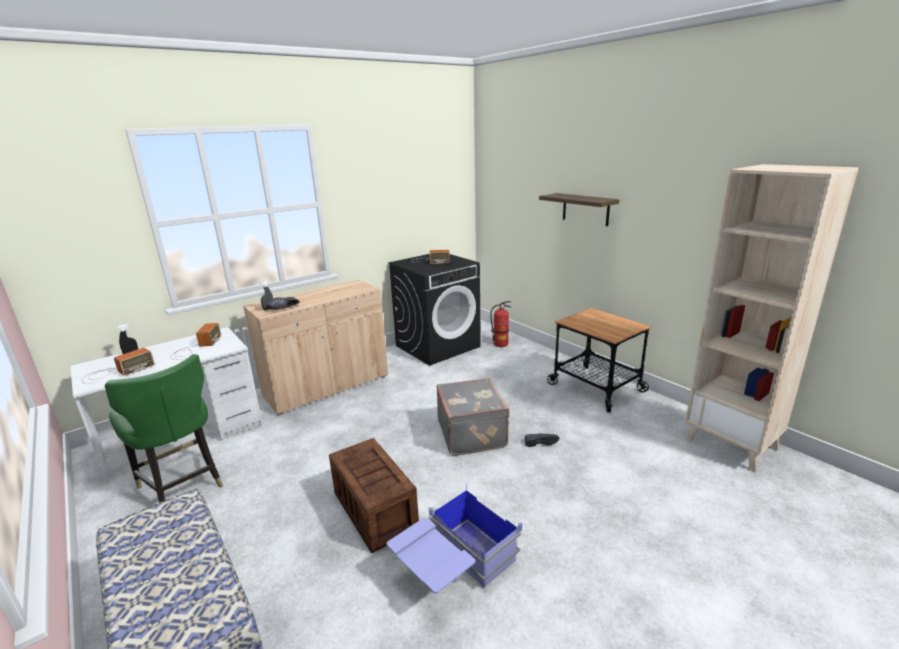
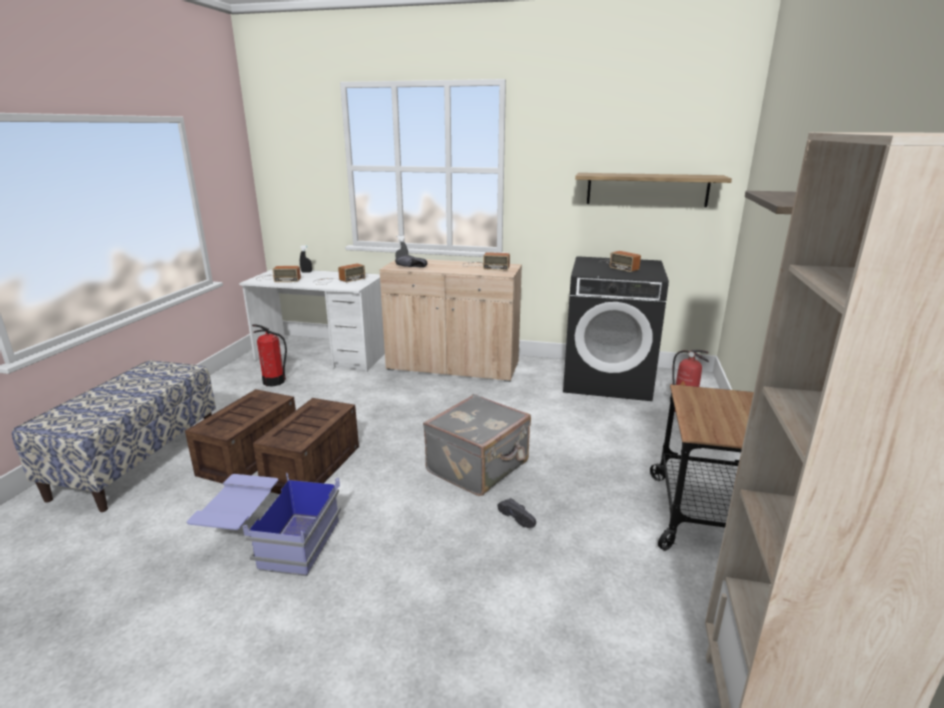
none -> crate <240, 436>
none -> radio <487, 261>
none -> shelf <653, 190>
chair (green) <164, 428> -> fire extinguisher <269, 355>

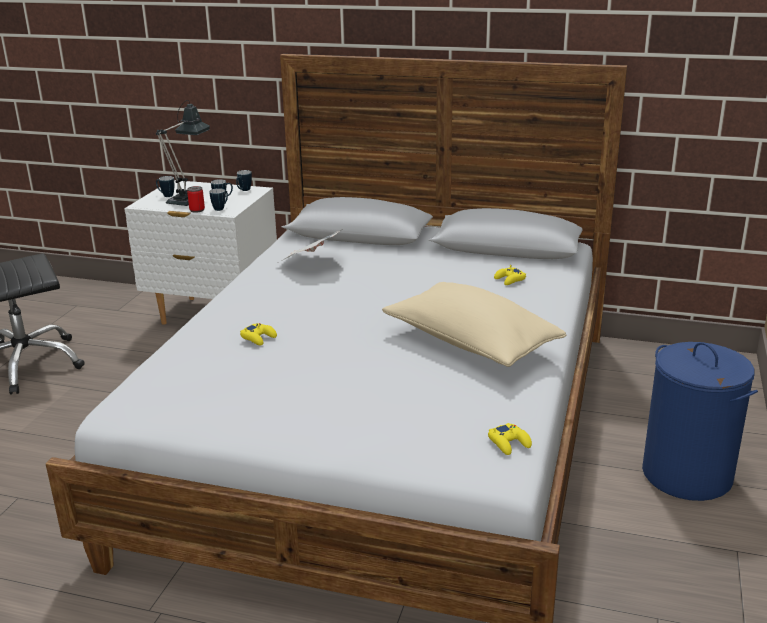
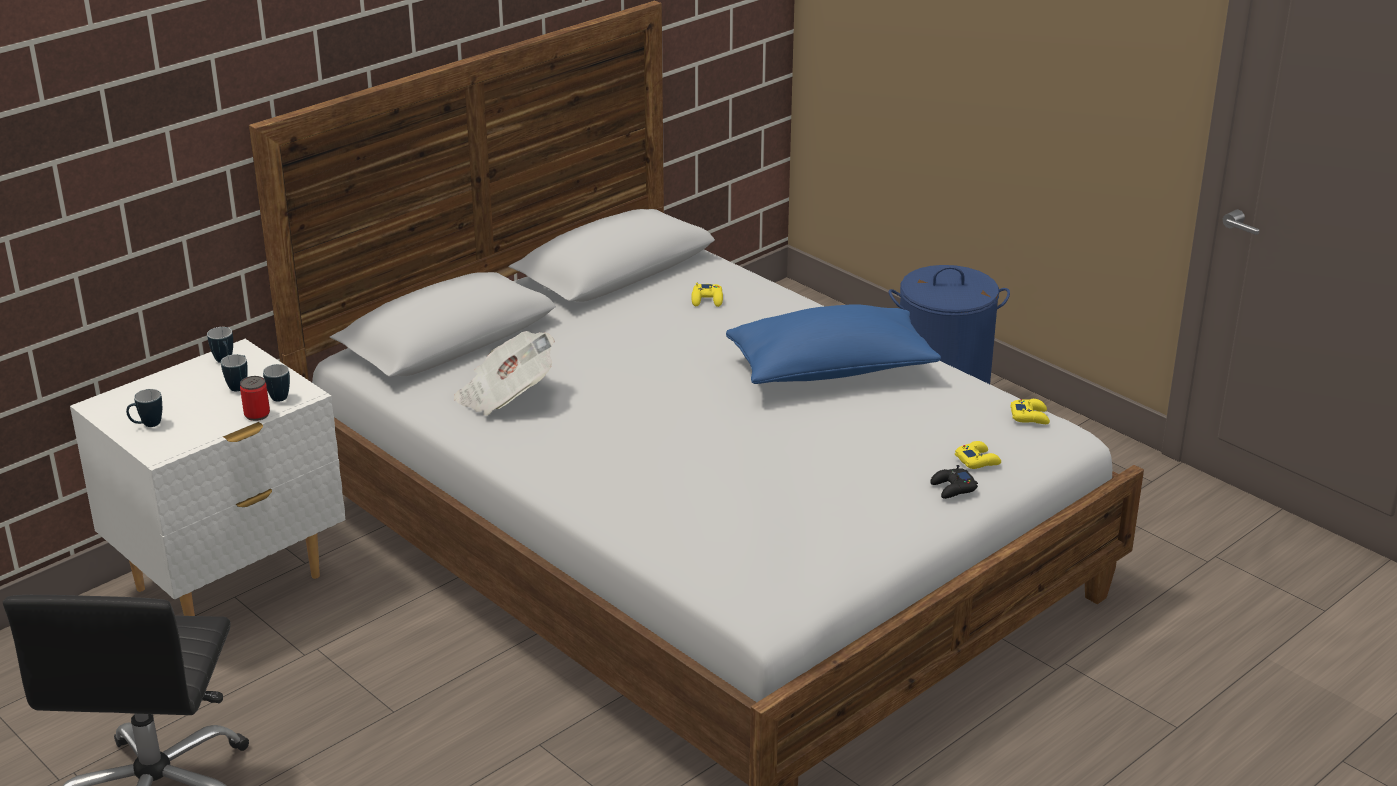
table lamp <183, 153> -> none
none -> game controller (black) <954, 482>
game controller (yellow) <258, 334> -> game controller (yellow) <978, 455>, moved
pillow (beige) <474, 324> -> pillow (blue) <833, 344>

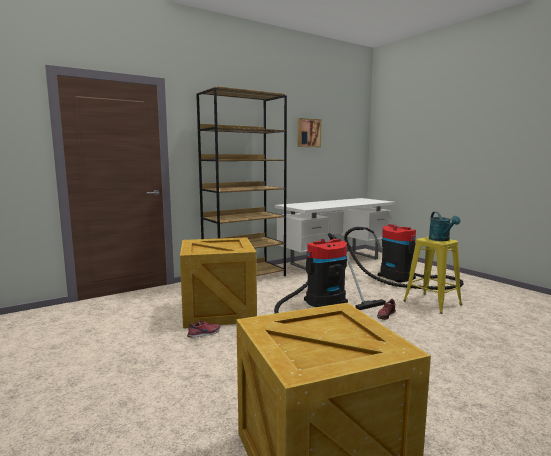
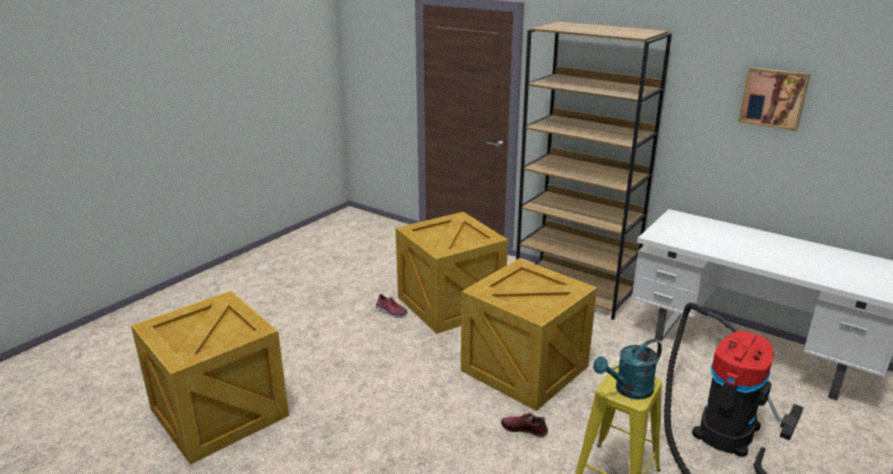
vacuum cleaner <330, 273> -> crate <529, 335>

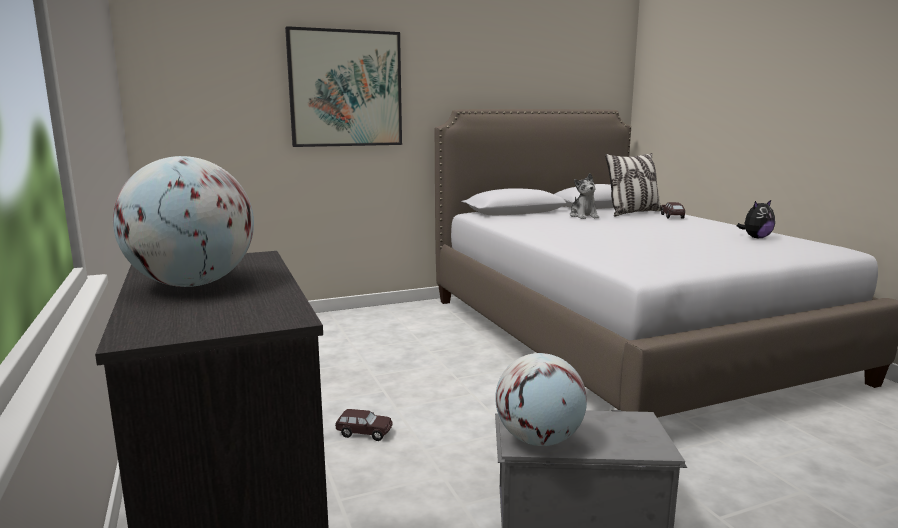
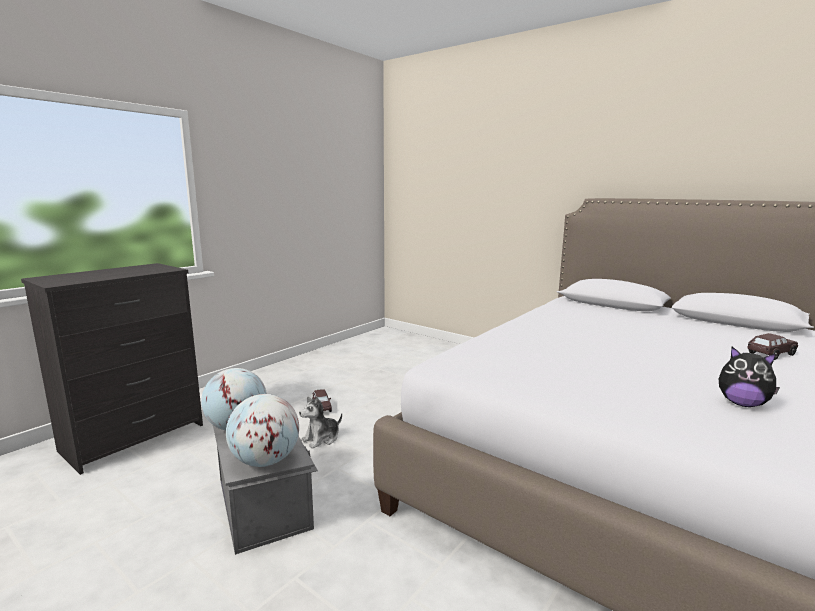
picture <343, 86> -> none
pillow <633, 184> -> none
globe <183, 221> -> globe <262, 430>, moved
plush toy <584, 196> -> plush toy <320, 422>, moved

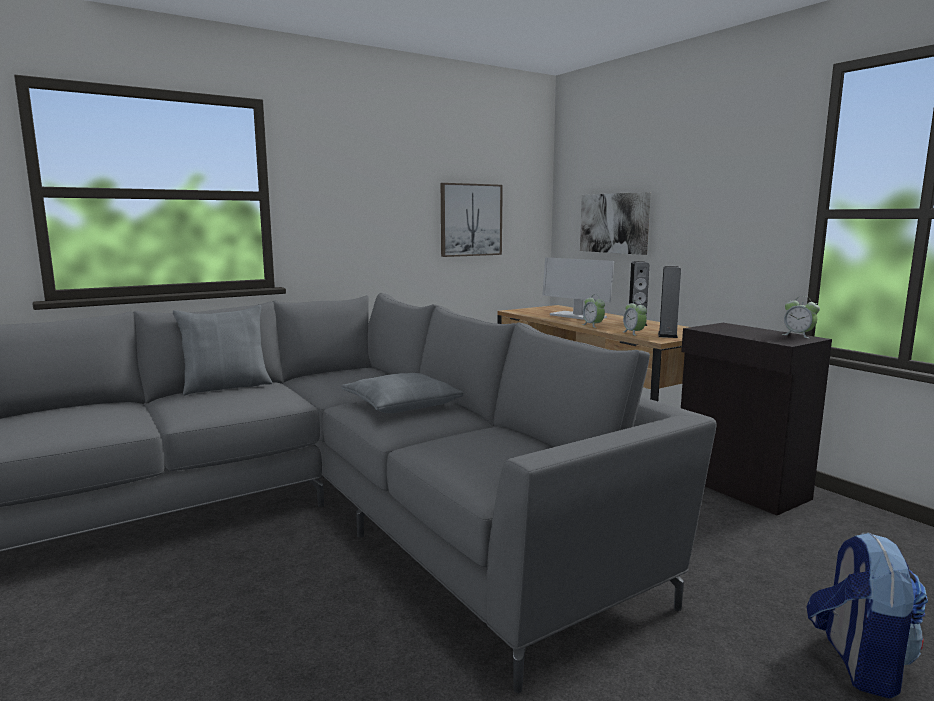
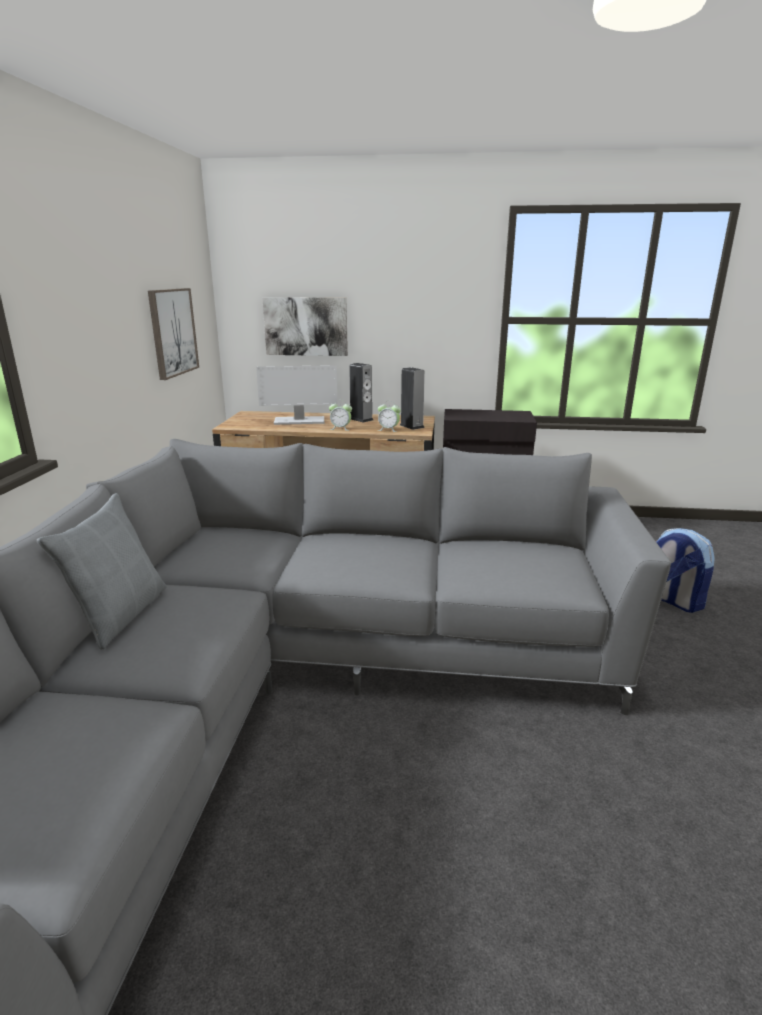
pillow (grey) <402, 393> -> none
alarm clock <801, 317> -> none

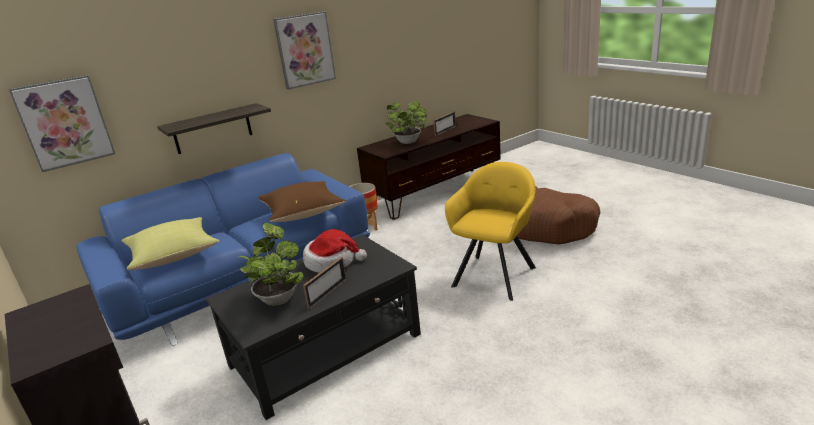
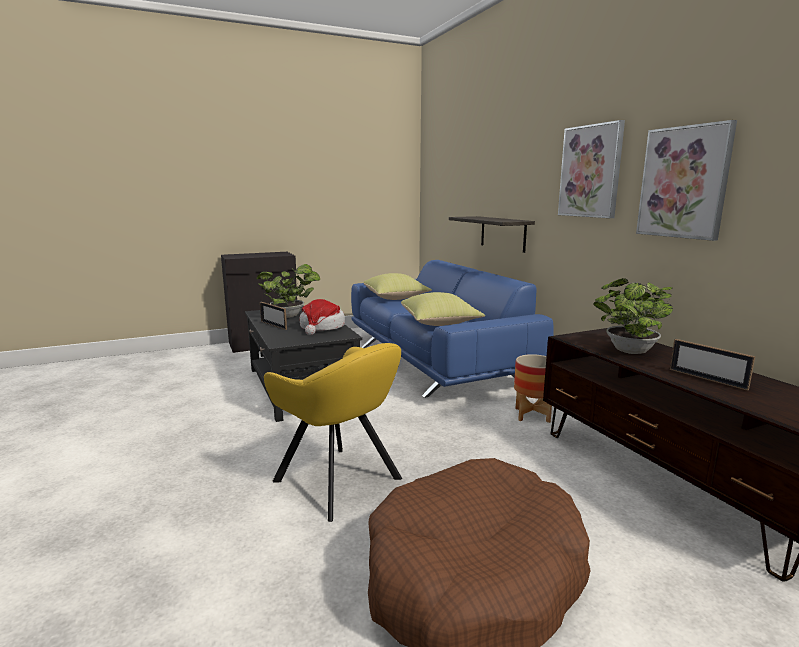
picture <62, 123> -> picture <686, 180>, moved
pillow (brown) <302, 201> -> pillow (yellow) <443, 309>

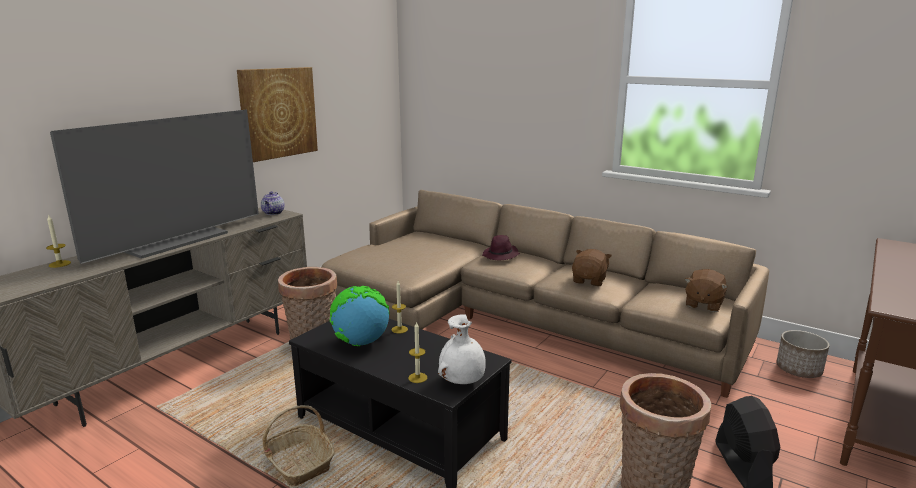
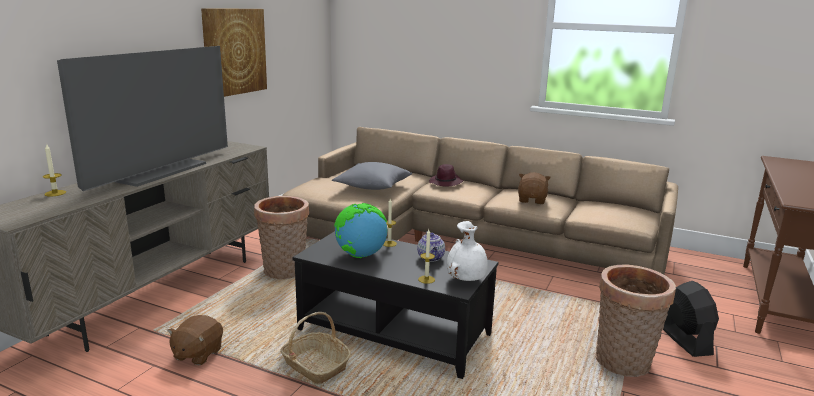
planter <803, 354> -> none
none -> pillow (grey) <372, 176>
teapot <273, 203> -> teapot <431, 247>, moved
plush toy (brown) <706, 290> -> plush toy (brown) <195, 340>, moved

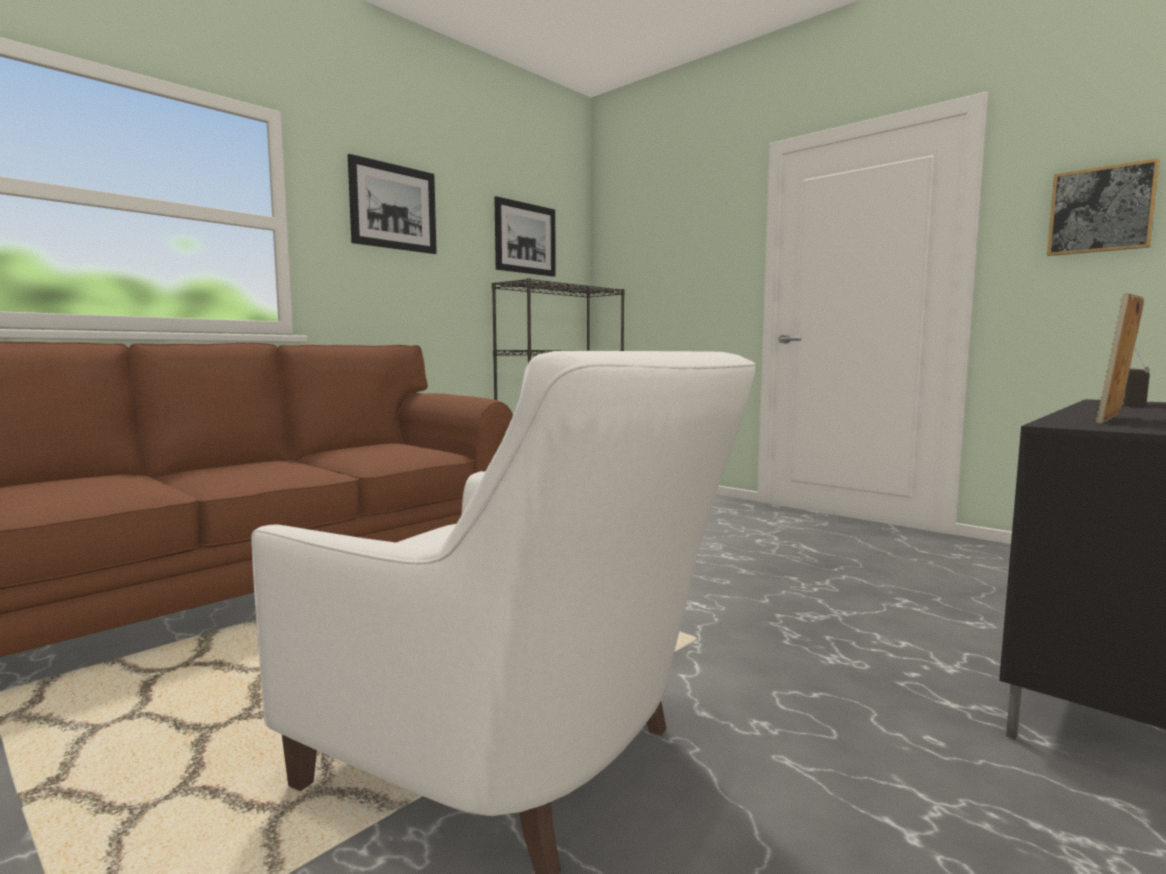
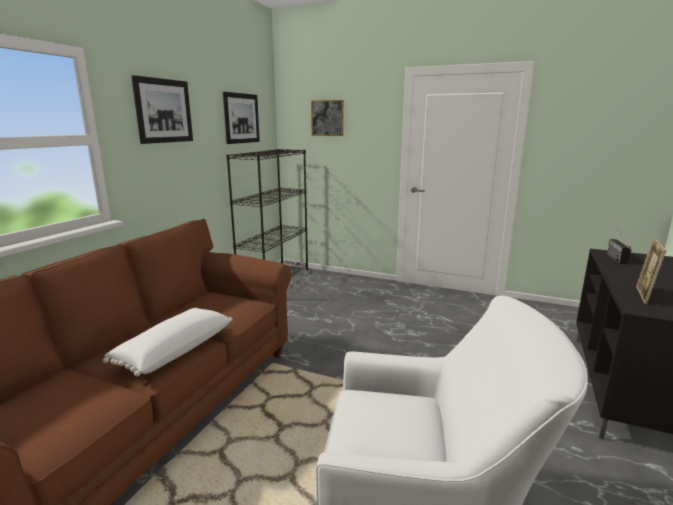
none -> pillow (white) <168, 342>
picture <1103, 207> -> picture <327, 118>, moved

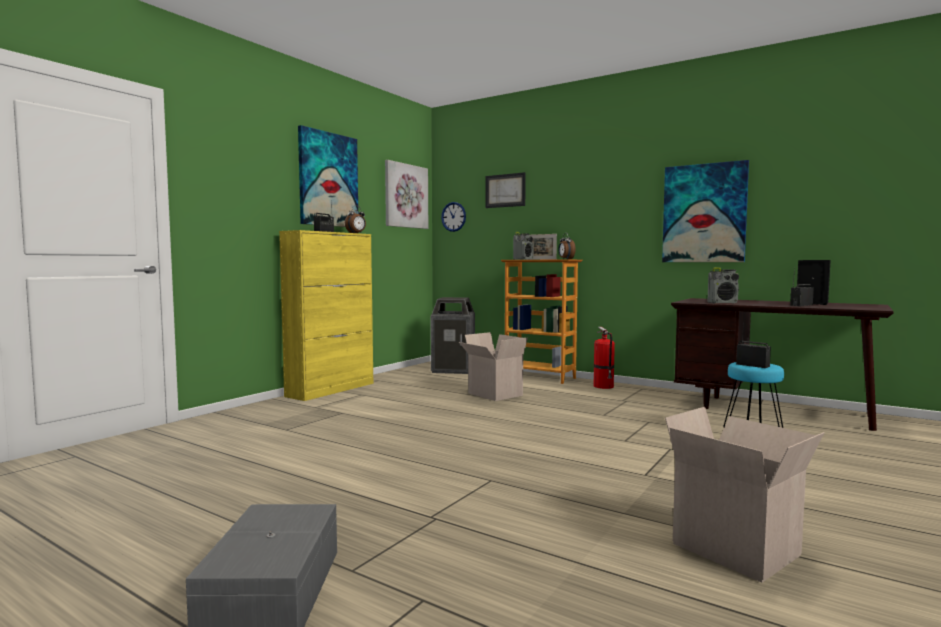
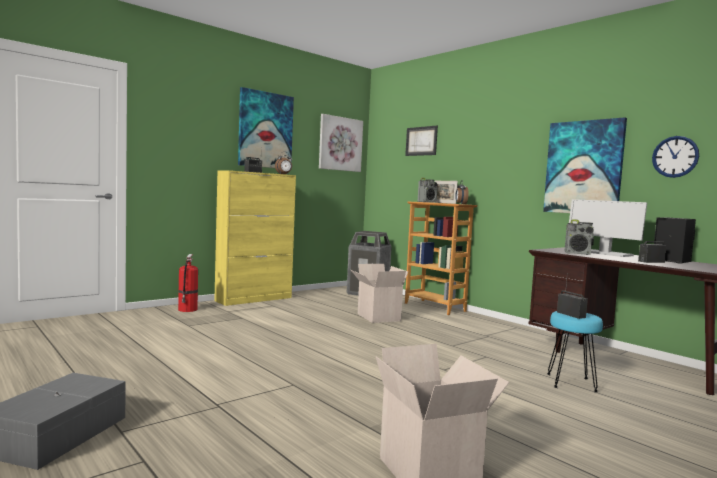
none -> monitor <608, 228>
wall clock <453, 217> -> wall clock <675, 157>, moved
fire extinguisher <604, 358> -> fire extinguisher <188, 283>, moved

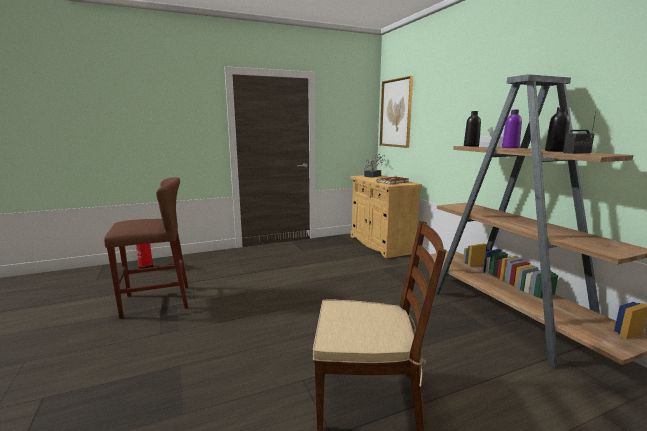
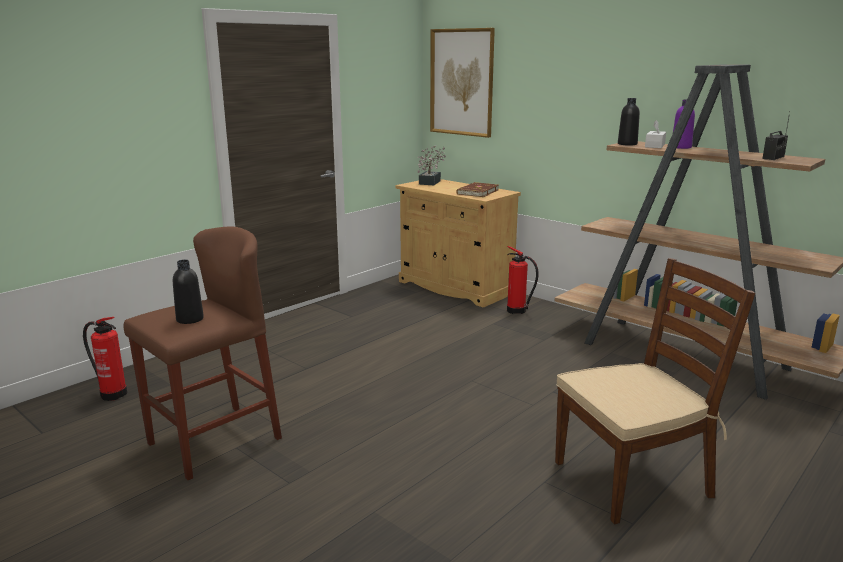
none -> fire extinguisher <523, 280>
bottle (black) <557, 129> -> bottle (black) <188, 292>, moved

